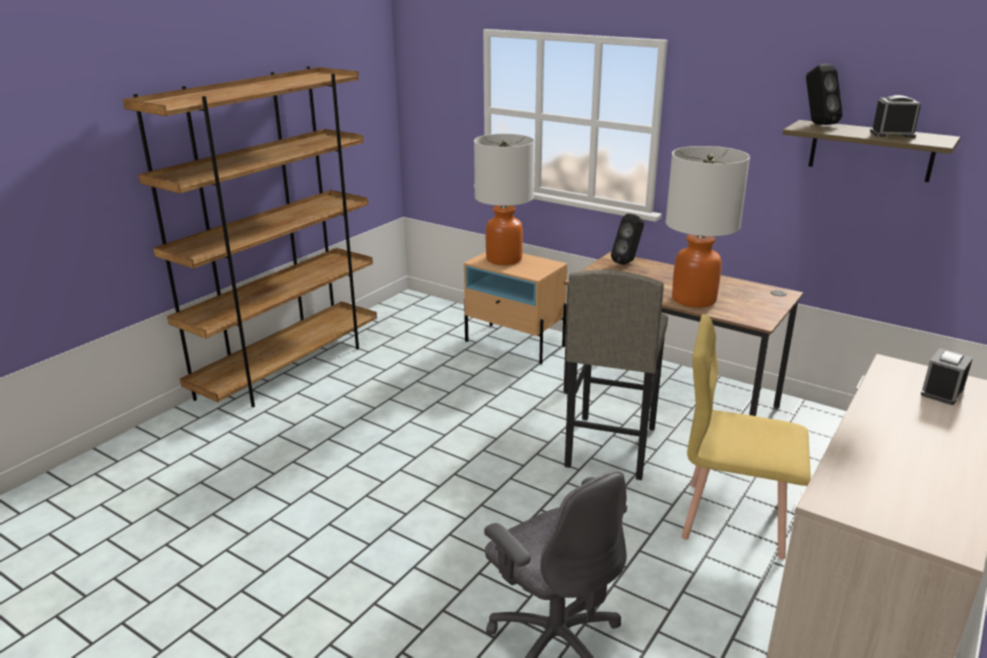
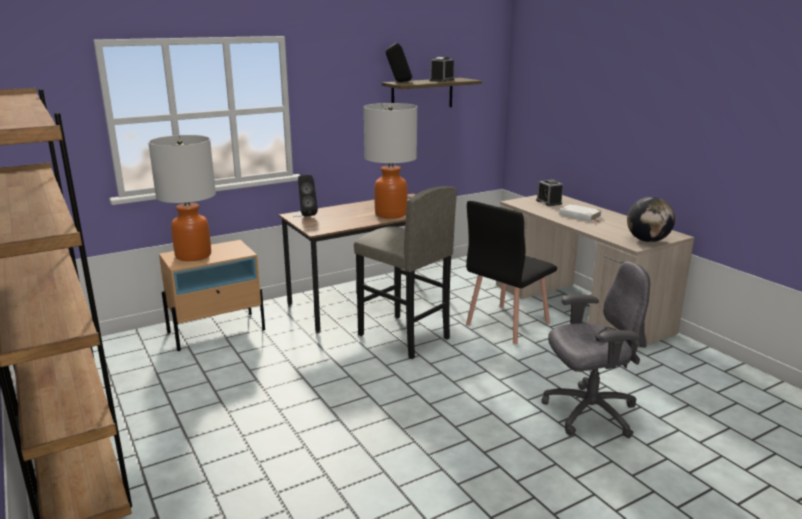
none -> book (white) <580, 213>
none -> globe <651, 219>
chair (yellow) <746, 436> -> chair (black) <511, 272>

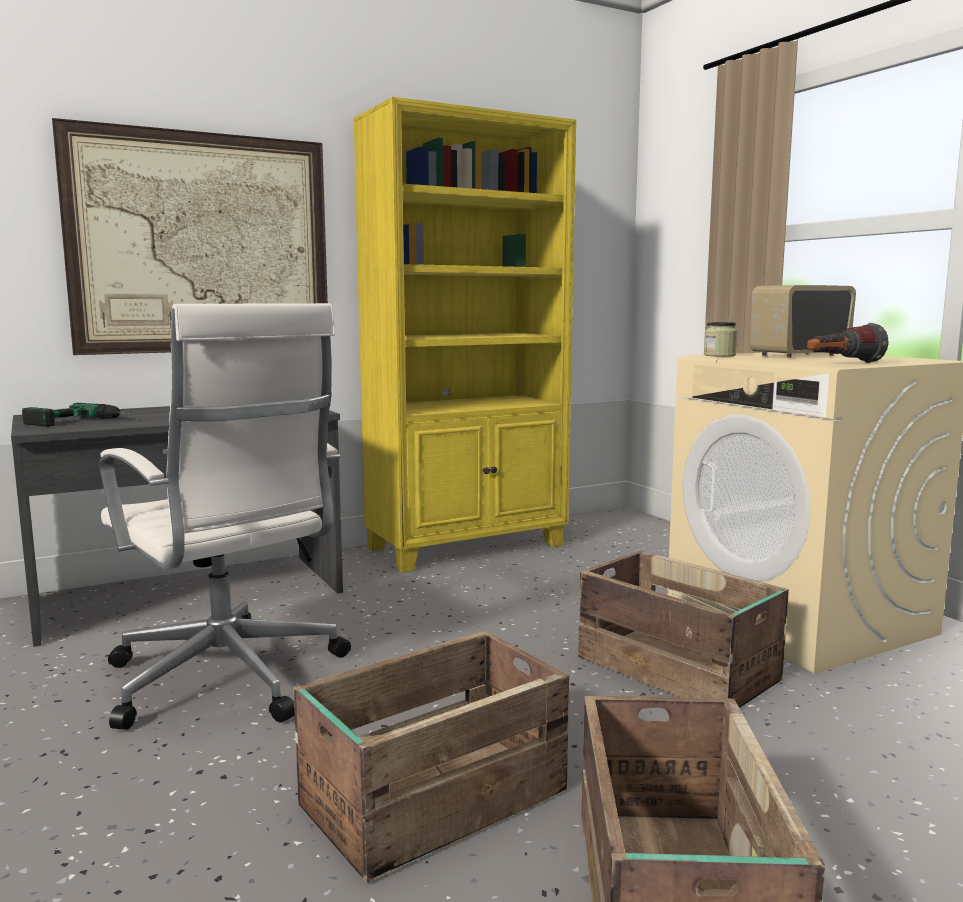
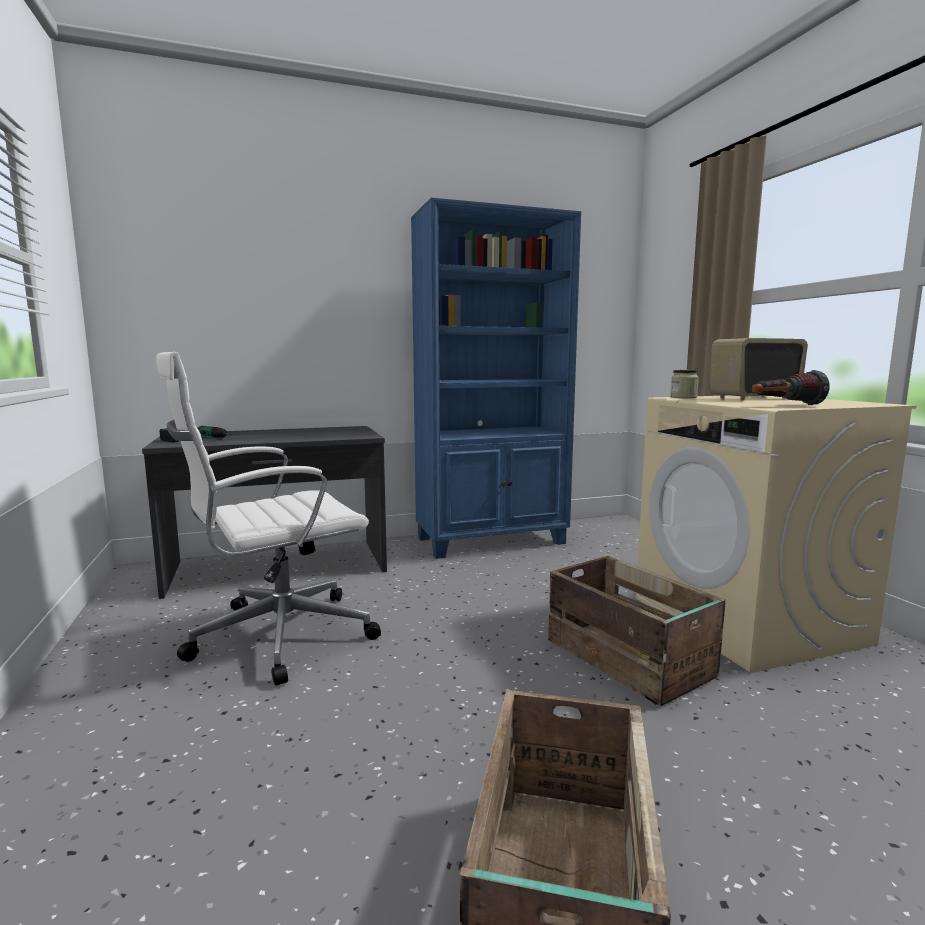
picture <190, 236> -> none
crate <431, 757> -> none
bookcase (yellow) <464, 335> -> bookcase (blue) <496, 378>
office chair (white) <225, 516> -> office chair (white) <268, 518>, 90 degrees clockwise

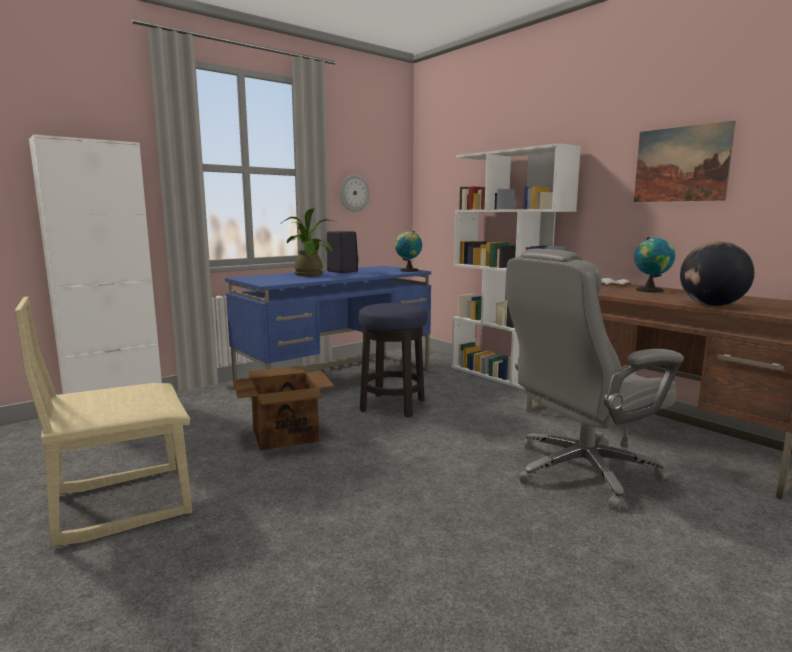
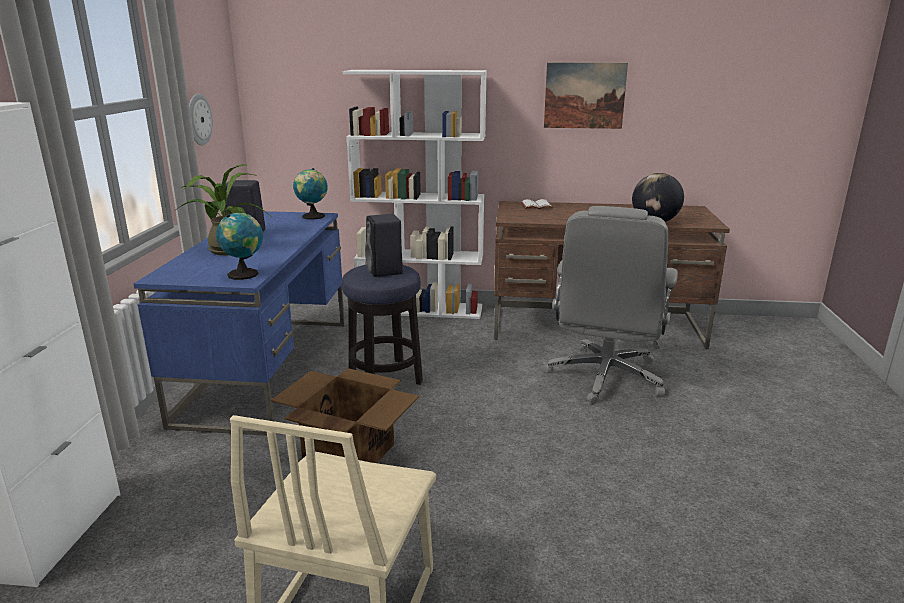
none -> speaker (black) <384, 245>
globe <654, 264> -> globe <239, 246>, moved

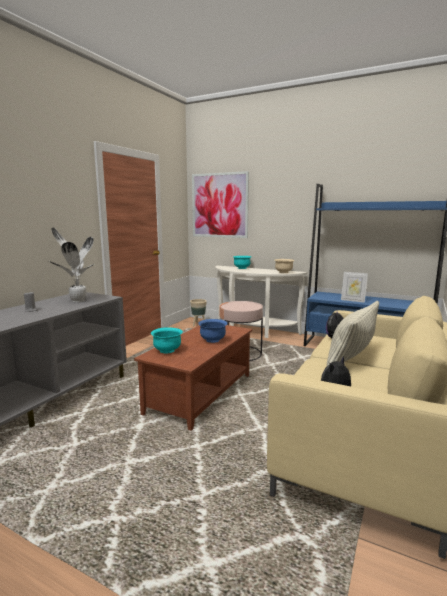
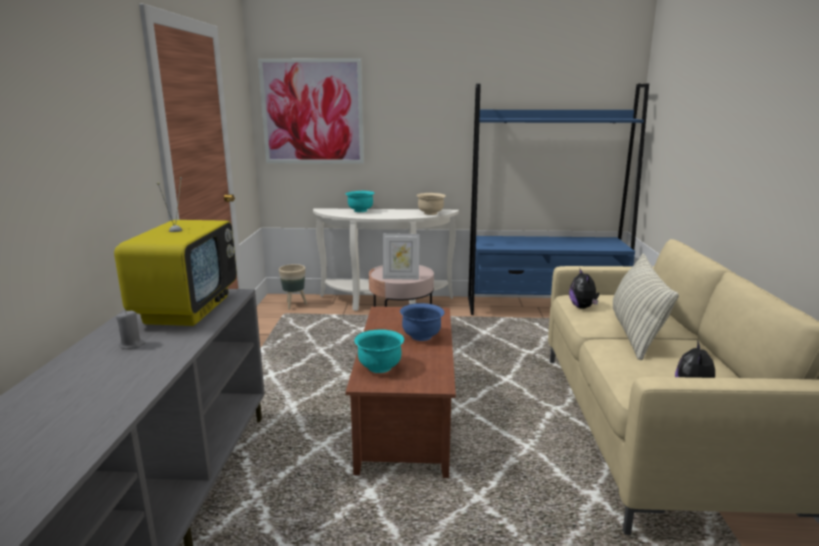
picture frame <354, 287> -> picture frame <401, 256>, moved
potted plant <71, 265> -> television <175, 251>

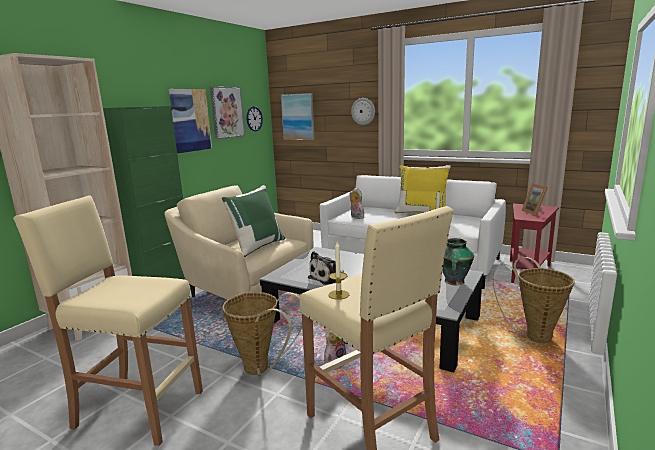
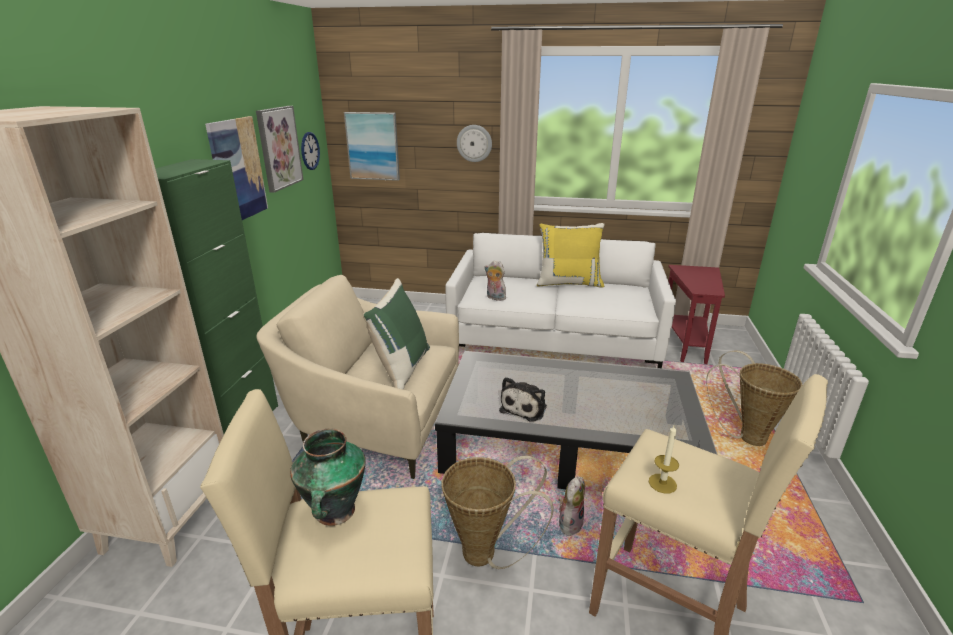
picture frame <534, 199> -> none
vase <458, 261> -> vase <328, 477>, moved

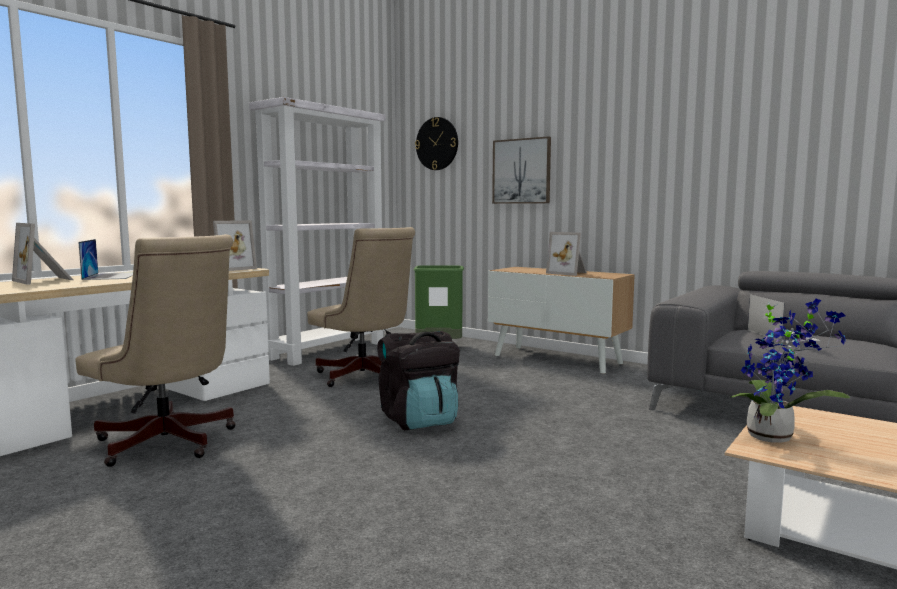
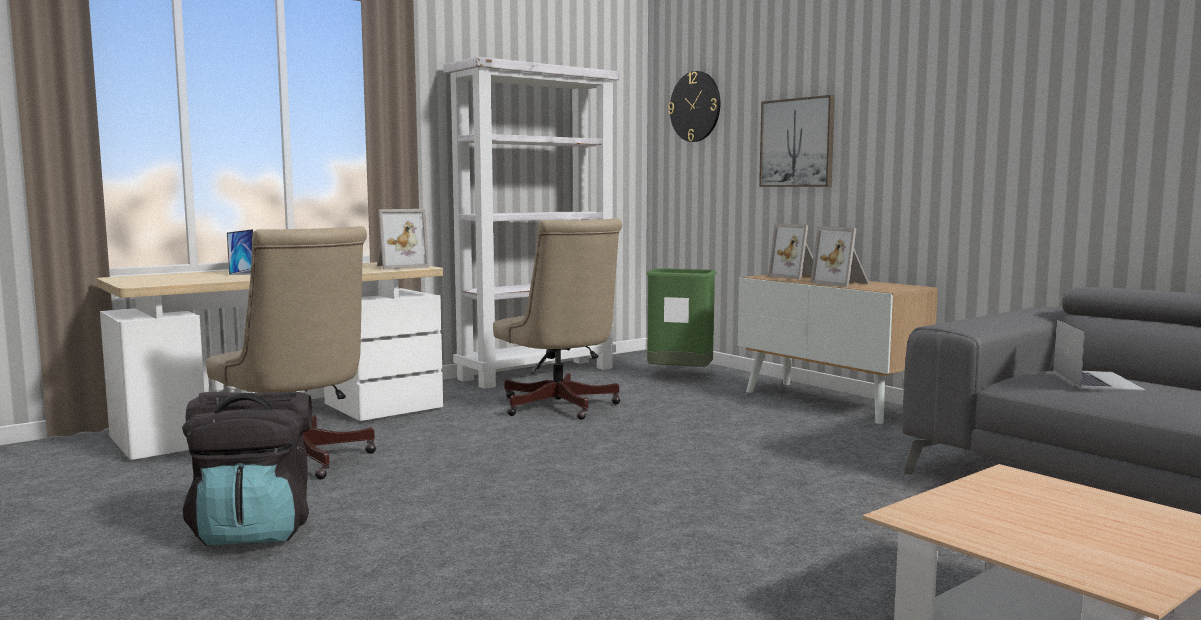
potted plant <790, 370> -> none
picture frame <42, 254> -> picture frame <791, 251>, moved
backpack (black) <418, 380> -> backpack (black) <247, 469>, moved

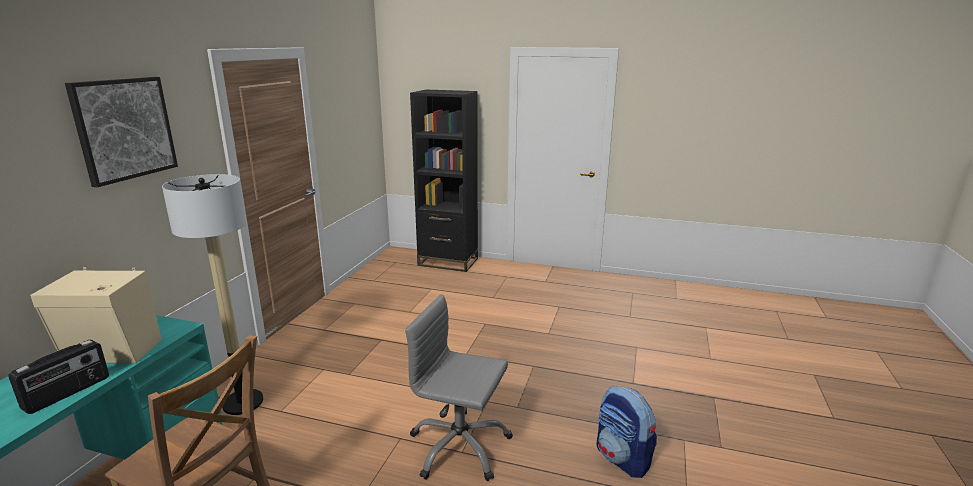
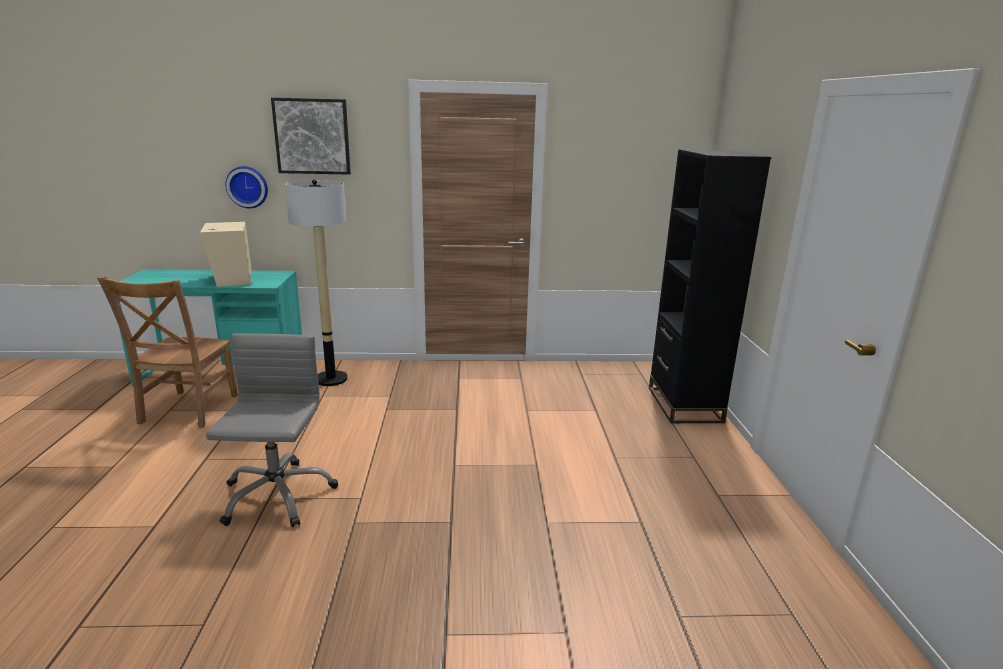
radio <58, 376> -> none
backpack <626, 432> -> none
none -> wall clock <247, 187>

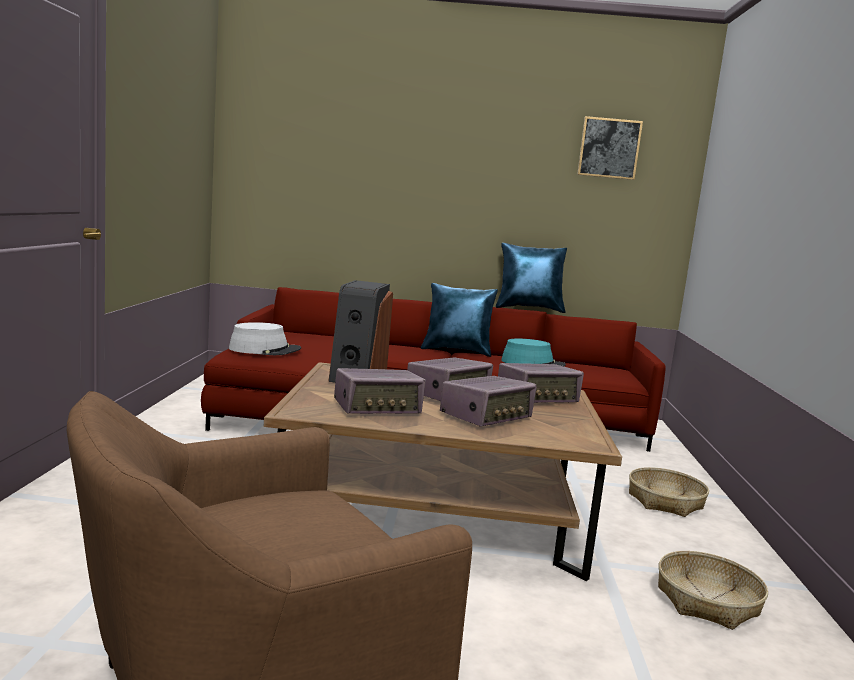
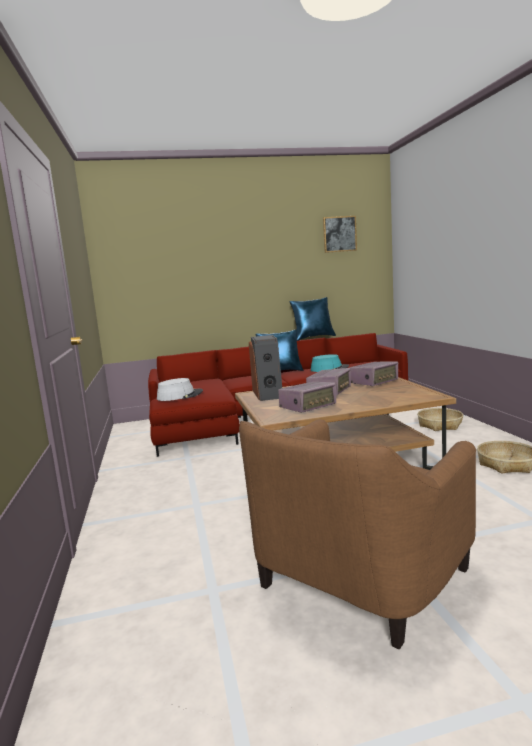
radio <488, 401> -> none

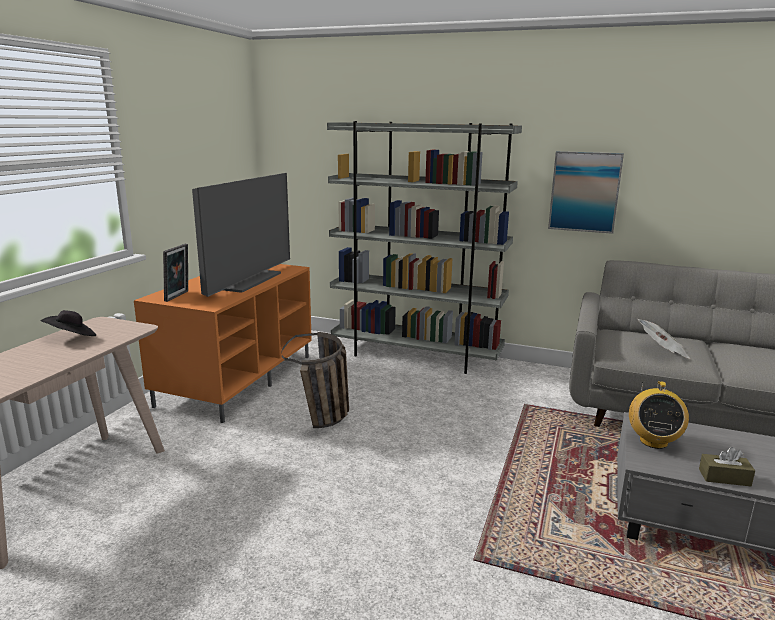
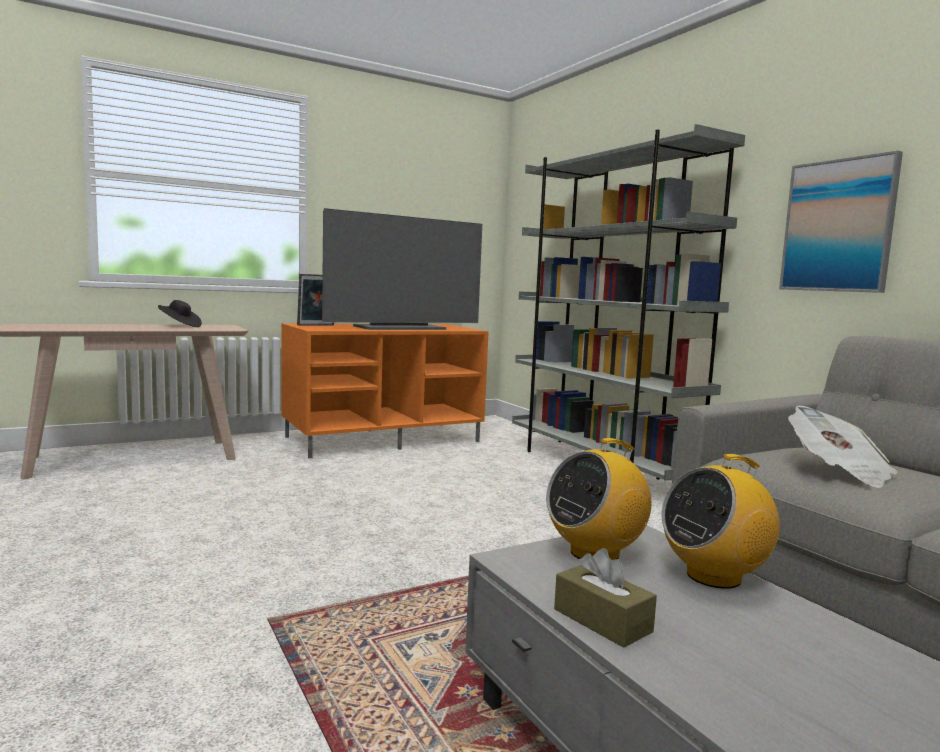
basket <315, 380> -> none
none -> radio <721, 521>

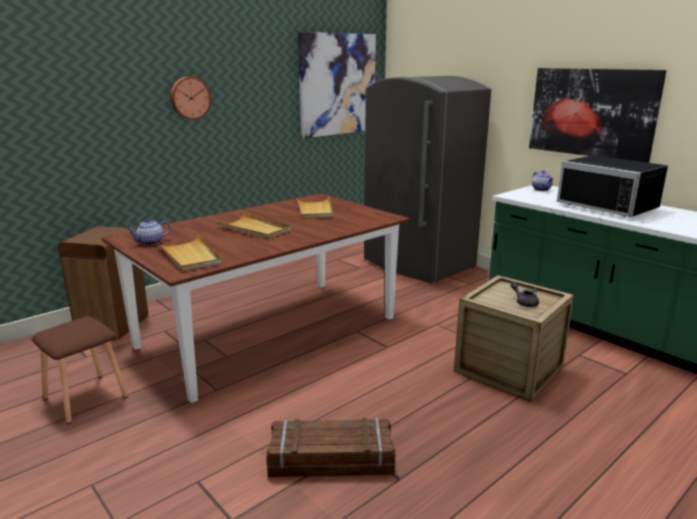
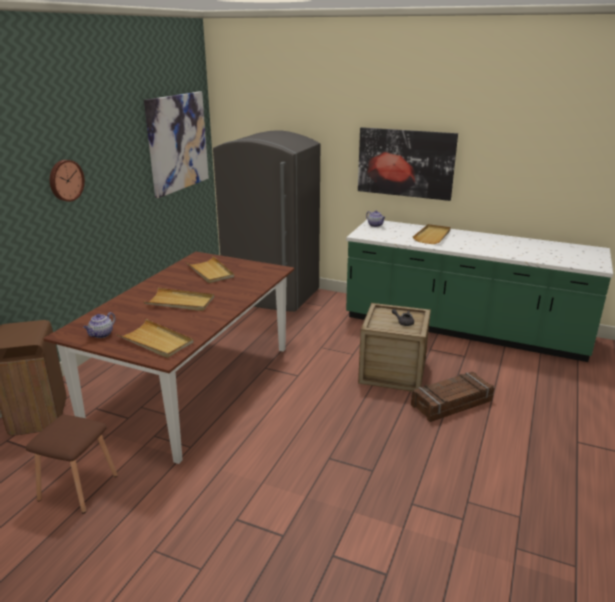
crate <331, 447> -> crate <452, 397>, moved
microwave (black) <612, 186> -> tray (beige) <432, 234>

